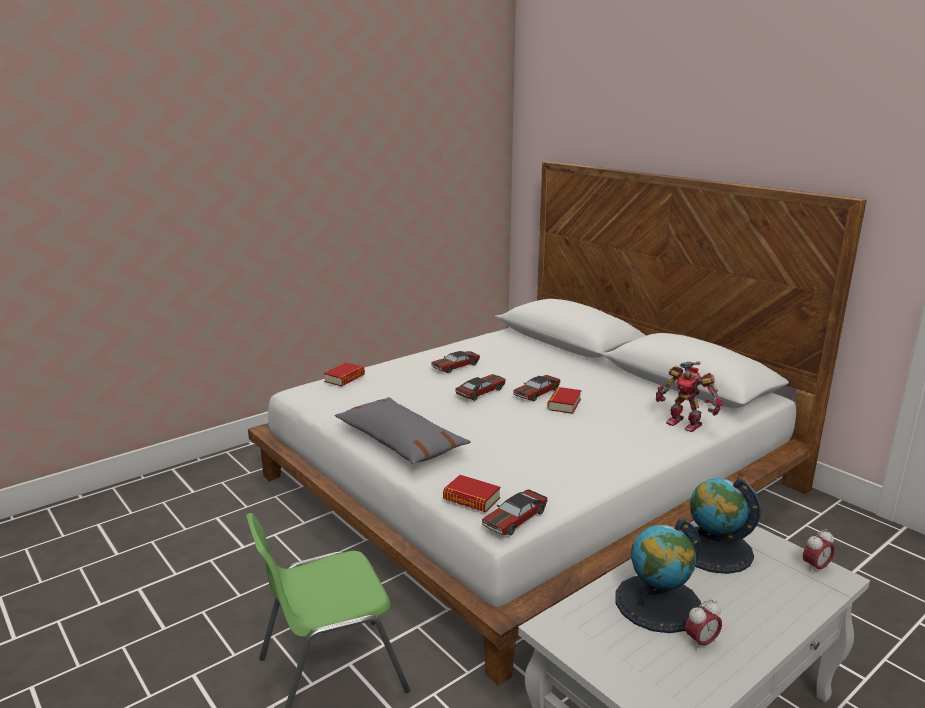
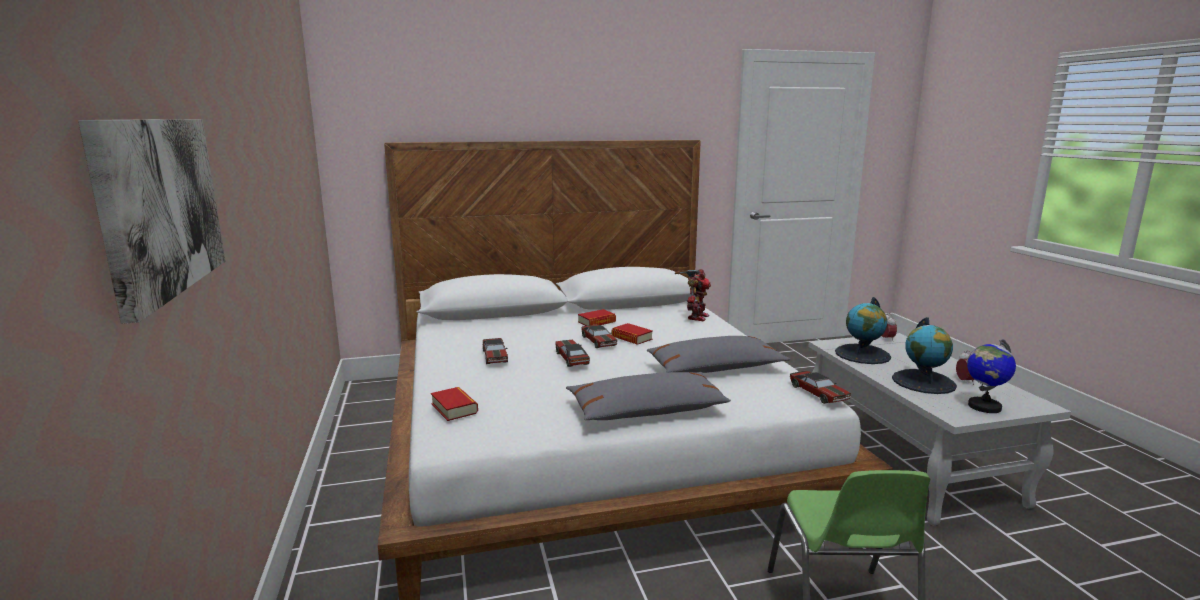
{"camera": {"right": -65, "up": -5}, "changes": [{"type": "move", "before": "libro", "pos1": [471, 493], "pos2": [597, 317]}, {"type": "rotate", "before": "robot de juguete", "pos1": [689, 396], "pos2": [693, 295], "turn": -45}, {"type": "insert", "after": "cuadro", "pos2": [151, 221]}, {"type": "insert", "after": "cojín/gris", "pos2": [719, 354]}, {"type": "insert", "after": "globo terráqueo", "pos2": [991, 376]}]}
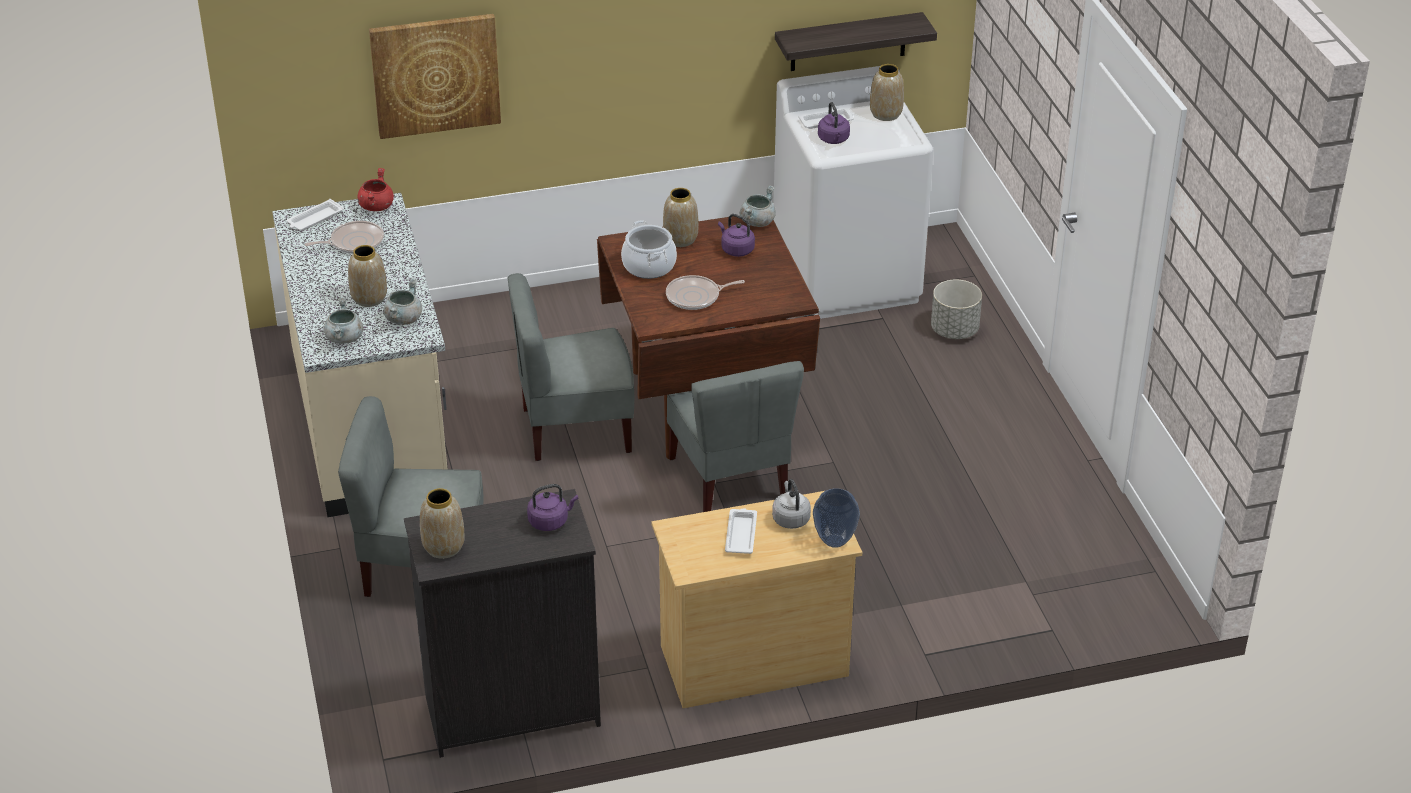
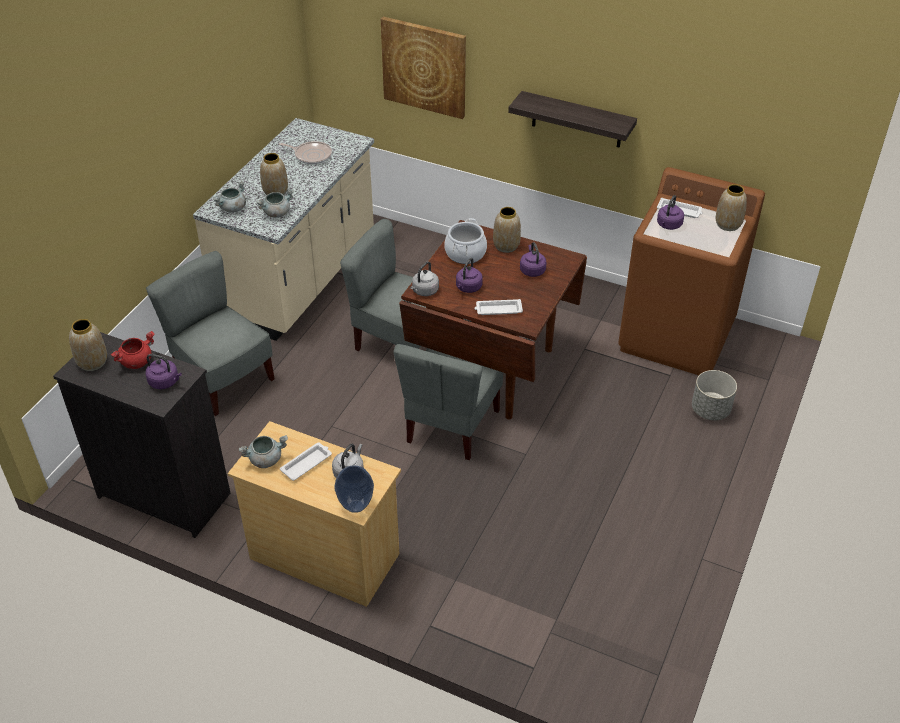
{"camera": {"right": 40, "up": 5}, "changes": [{"type": "move", "before": "bandeja/blanco", "pos1": [315, 215], "pos2": [498, 307]}, {"type": "move", "before": "olla/rojo", "pos1": [375, 189], "pos2": [132, 350]}, {"type": "replace", "before": "sartén", "after": "hervidor/morado", "pos1": [705, 292], "pos2": [469, 275]}, {"type": "move", "before": "olla/gris", "pos1": [758, 206], "pos2": [263, 451]}, {"type": "recolor", "before": "lavadora/blanco", "after": "lavadora/marrón", "pos1": [853, 192], "pos2": [691, 271]}, {"type": "move", "before": "estante", "pos1": [856, 41], "pos2": [572, 119]}, {"type": "insert", "after": "hervidor/gris", "pos2": [424, 278]}]}
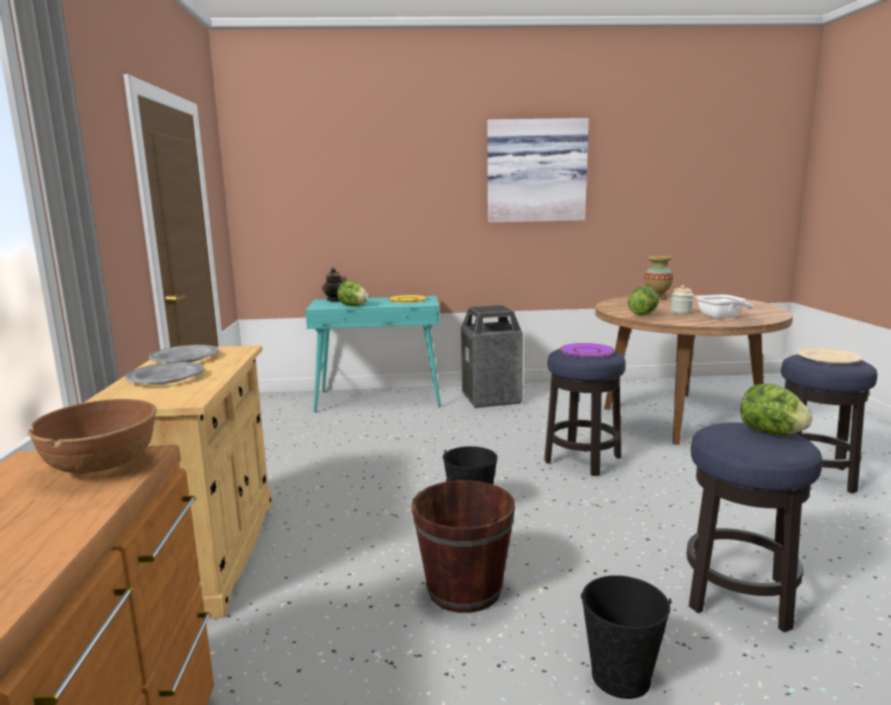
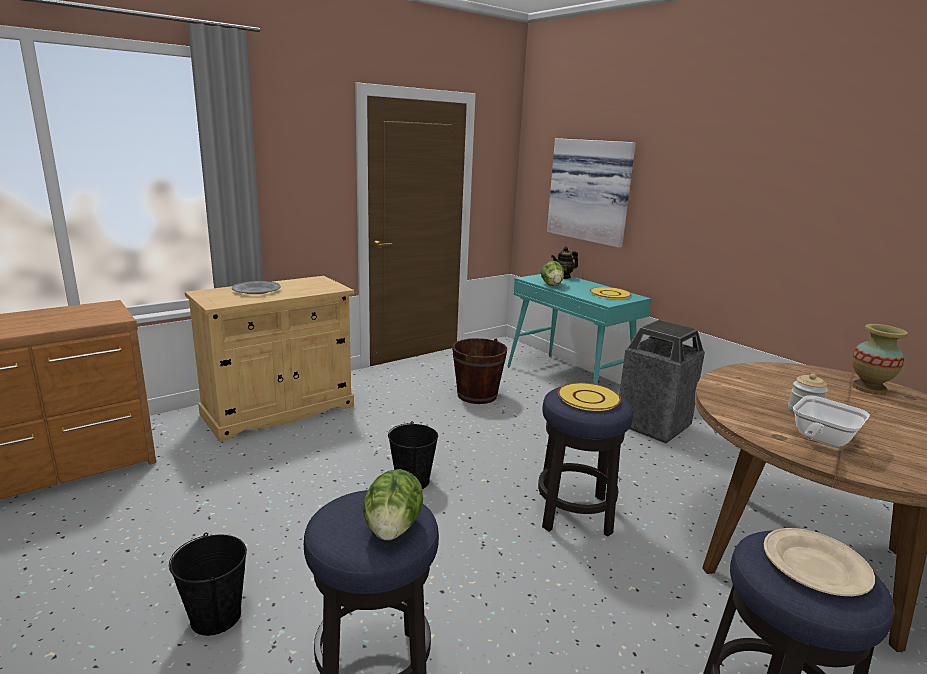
{"camera": {"right": 55, "up": 5}, "changes": [{"type": "delete", "before": "cuenco/marrón", "pos1": [92, 437]}, {"type": "delete", "before": "plato/gris", "pos1": [184, 354]}, {"type": "move", "before": "cubo/marrón", "pos1": [463, 545], "pos2": [479, 371]}, {"type": "move", "before": "cuadro", "pos1": [538, 170], "pos2": [591, 193]}, {"type": "recolor", "before": "plato/morado", "after": "plato/amarillo", "pos1": [587, 350], "pos2": [589, 397]}, {"type": "delete", "before": "lechuga", "pos1": [643, 301]}]}
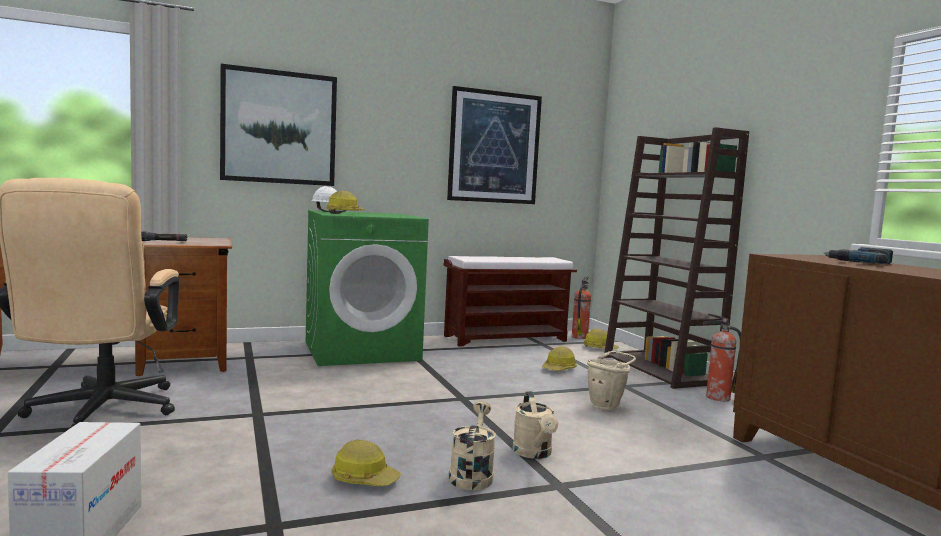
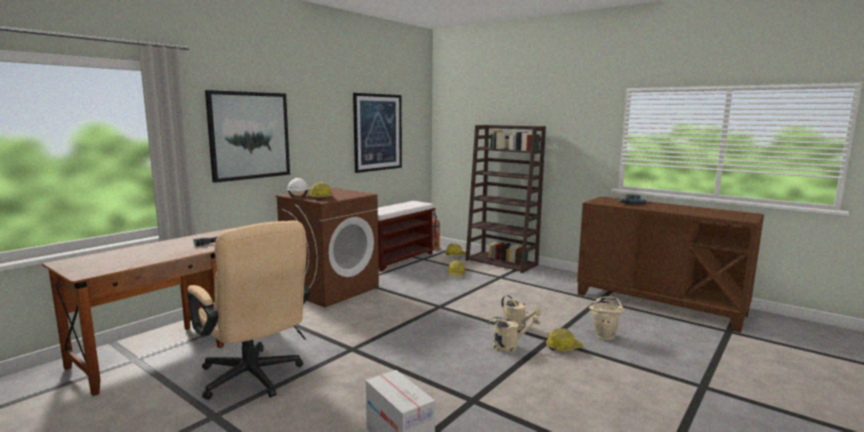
{"camera": {"right": -30, "up": 5}, "changes": [{"type": "recolor", "before": "lavadora/verde", "after": "lavadora/marrón", "pos1": [367, 288], "pos2": [327, 247]}, {"type": "move", "before": "casco", "pos1": [366, 462], "pos2": [564, 339]}, {"type": "rotate", "before": "regadera/beis", "pos1": [472, 445], "pos2": [514, 334], "turn": 105}, {"type": "move", "before": "cubo/beis", "pos1": [611, 380], "pos2": [607, 318]}, {"type": "delete", "before": "extintor", "pos1": [722, 357]}]}
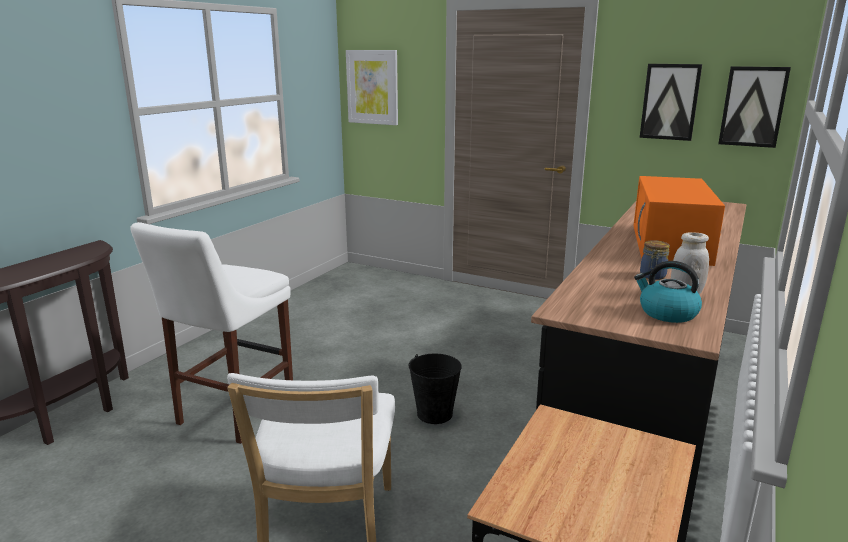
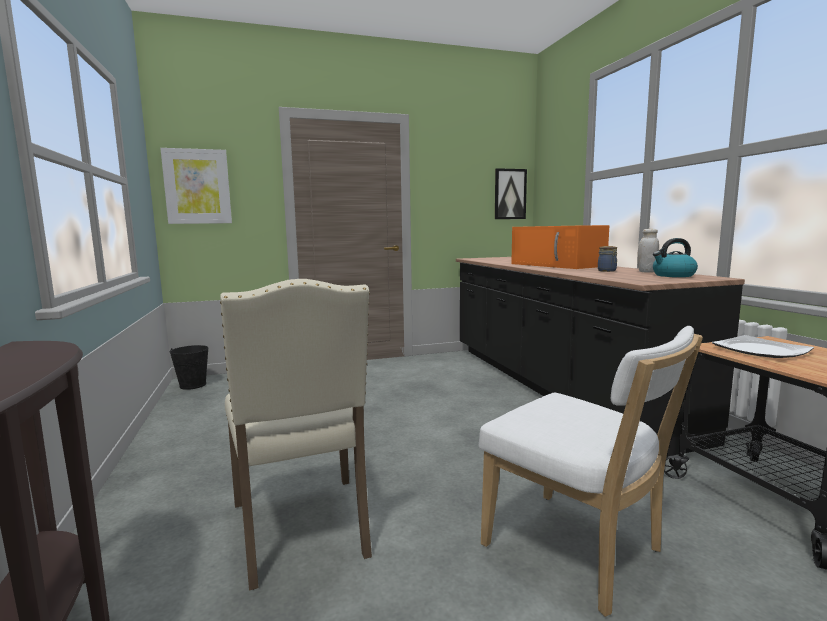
{"camera": {"right": -45, "up": -10}, "changes": [{"type": "replace", "before": "taburete/blanco", "after": "silla/beis", "pos1": [211, 333], "pos2": [296, 435]}, {"type": "move", "before": "cubo/negro", "pos1": [435, 389], "pos2": [189, 367]}, {"type": "delete", "before": "cuadro", "pos1": [671, 102]}, {"type": "insert", "after": "plato", "pos2": [763, 346]}]}
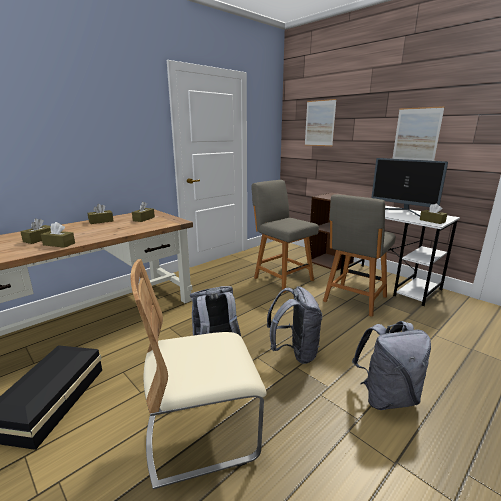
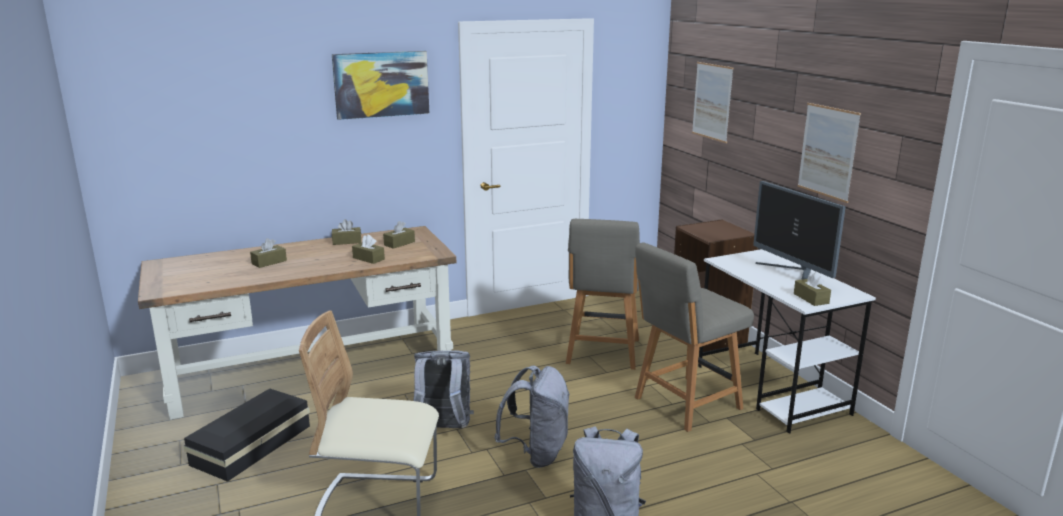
{"camera": {"right": 20, "up": 0}, "changes": [{"type": "move", "before": "caja de pañuelos/marrón", "pos1": [58, 235], "pos2": [368, 249]}, {"type": "rotate", "before": "silla/gris", "pos1": [285, 236], "pos2": [603, 294], "turn": -150}, {"type": "insert", "after": "cuadro", "pos2": [380, 85]}]}
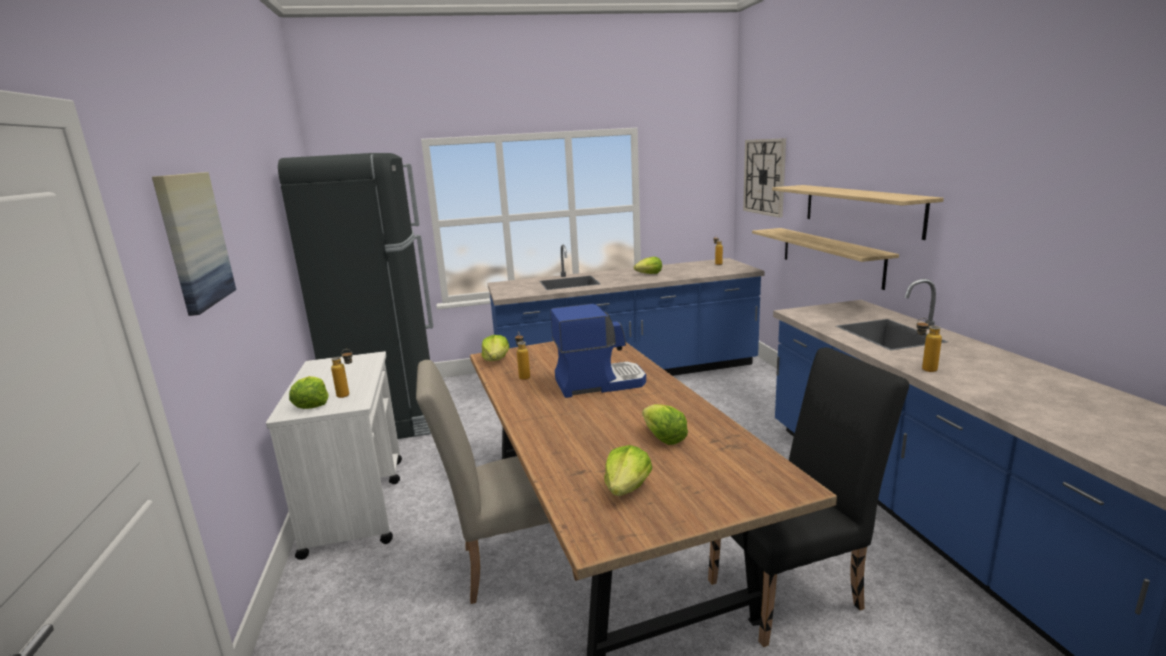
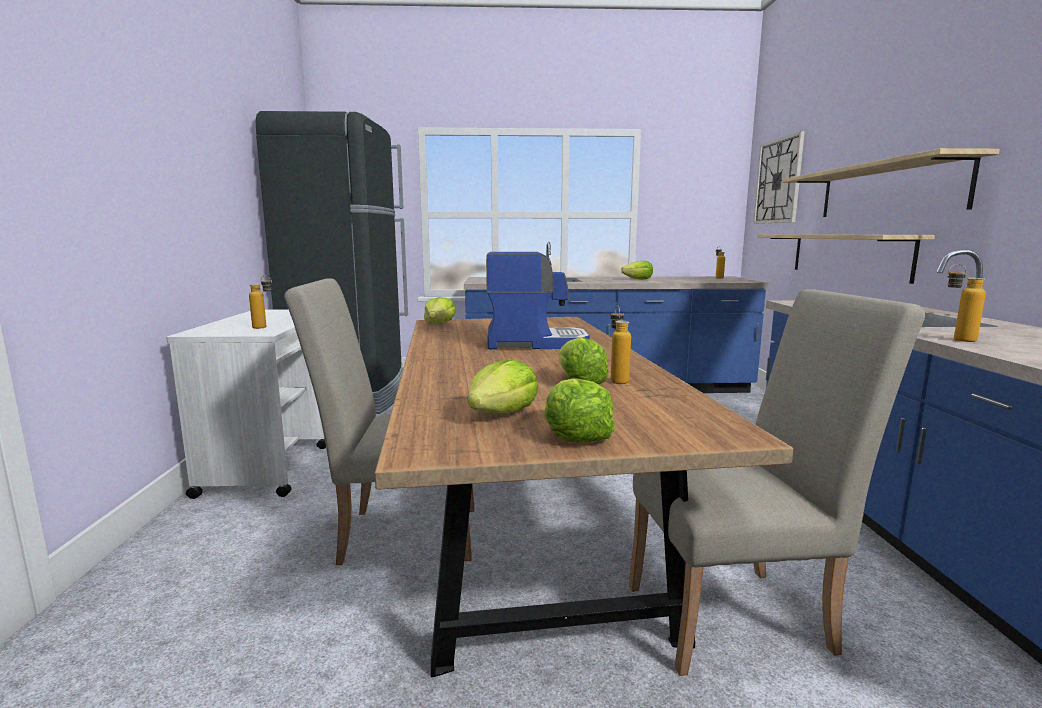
{"camera": {"right": 10, "up": -5}, "changes": [{"type": "delete", "before": "cuadro", "pos1": [194, 244]}, {"type": "move", "before": "lechuga", "pos1": [308, 392], "pos2": [579, 411]}, {"type": "move", "before": "botella", "pos1": [522, 356], "pos2": [620, 344]}, {"type": "recolor", "before": "silla/negro", "after": "silla/beis", "pos1": [808, 497], "pos2": [777, 482]}]}
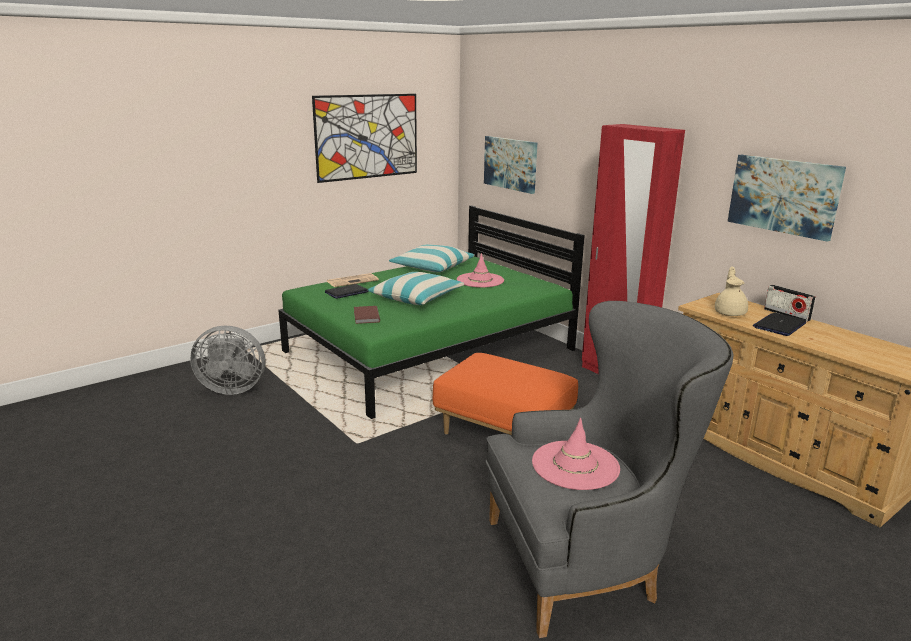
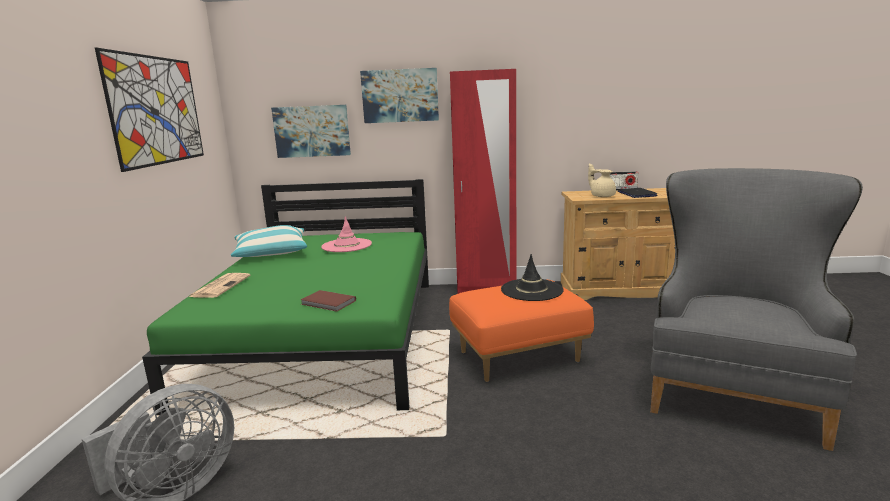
{"camera": {"right": -50, "up": -5}, "changes": [{"type": "delete", "before": "portátil", "pos1": [347, 291]}, {"type": "delete", "before": "cojín", "pos1": [416, 288]}, {"type": "delete", "before": "sombrero/rosa", "pos1": [576, 454]}, {"type": "move", "before": "cuadro", "pos1": [787, 198], "pos2": [399, 95]}, {"type": "insert", "after": "sombrero/negro", "pos2": [532, 277]}]}
